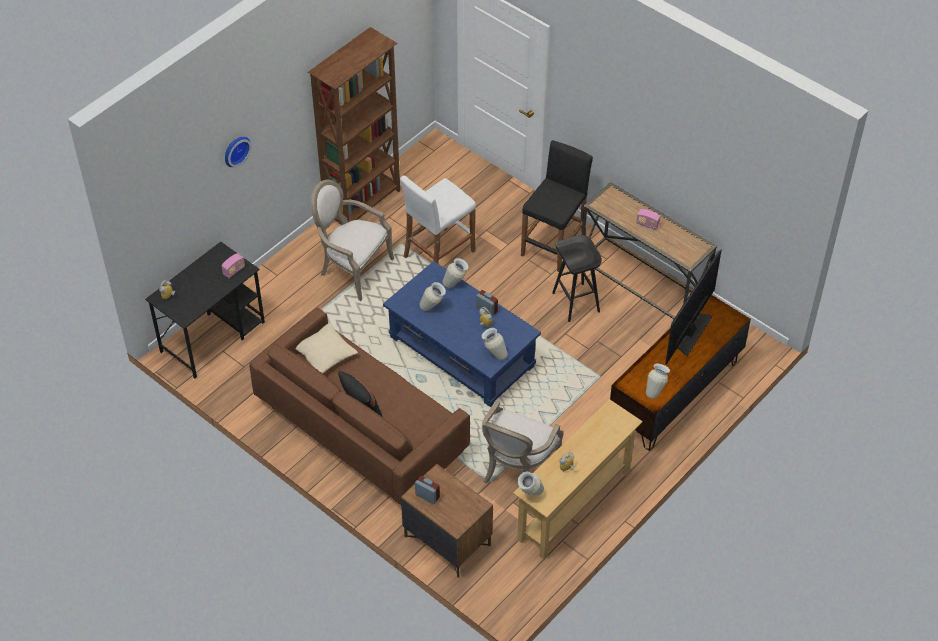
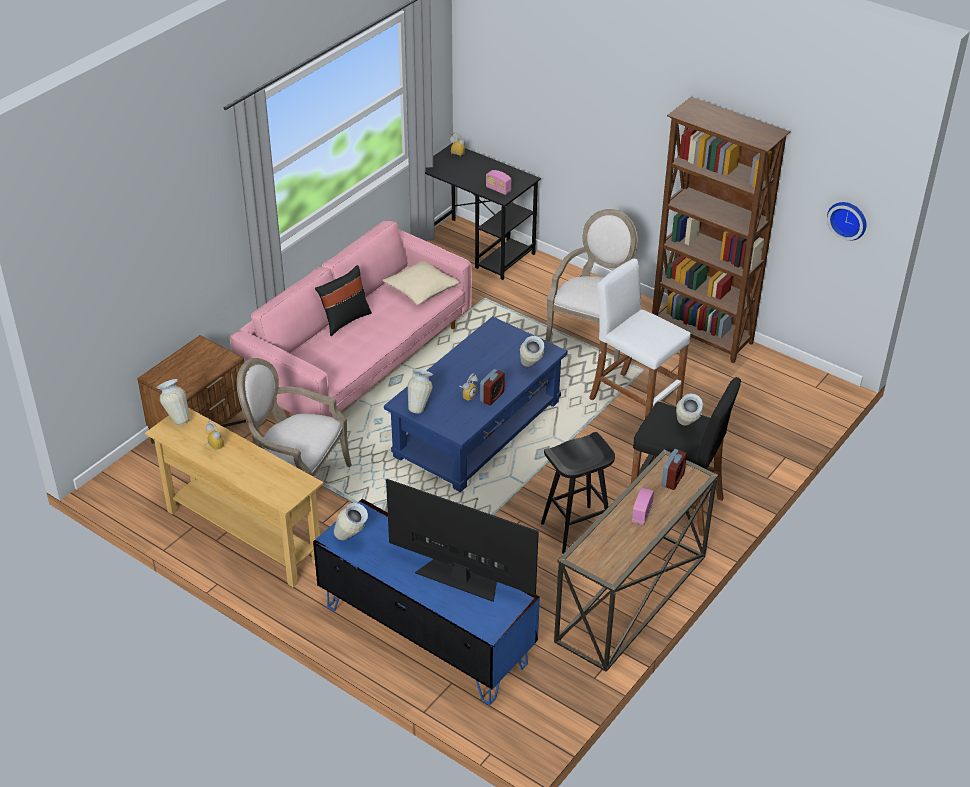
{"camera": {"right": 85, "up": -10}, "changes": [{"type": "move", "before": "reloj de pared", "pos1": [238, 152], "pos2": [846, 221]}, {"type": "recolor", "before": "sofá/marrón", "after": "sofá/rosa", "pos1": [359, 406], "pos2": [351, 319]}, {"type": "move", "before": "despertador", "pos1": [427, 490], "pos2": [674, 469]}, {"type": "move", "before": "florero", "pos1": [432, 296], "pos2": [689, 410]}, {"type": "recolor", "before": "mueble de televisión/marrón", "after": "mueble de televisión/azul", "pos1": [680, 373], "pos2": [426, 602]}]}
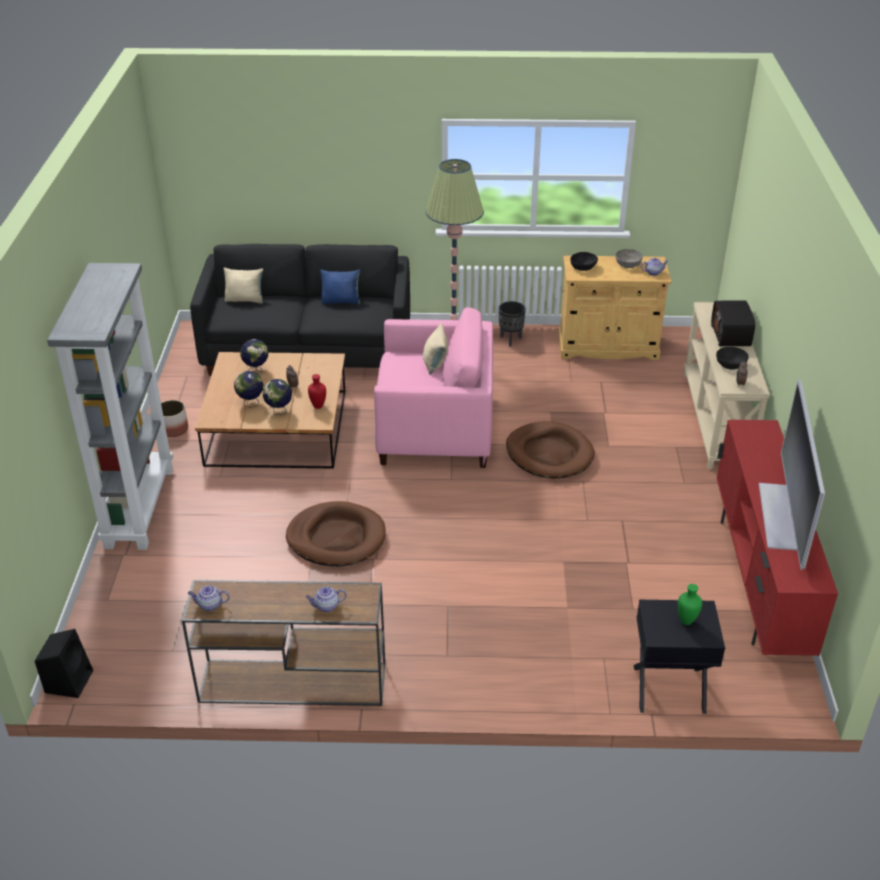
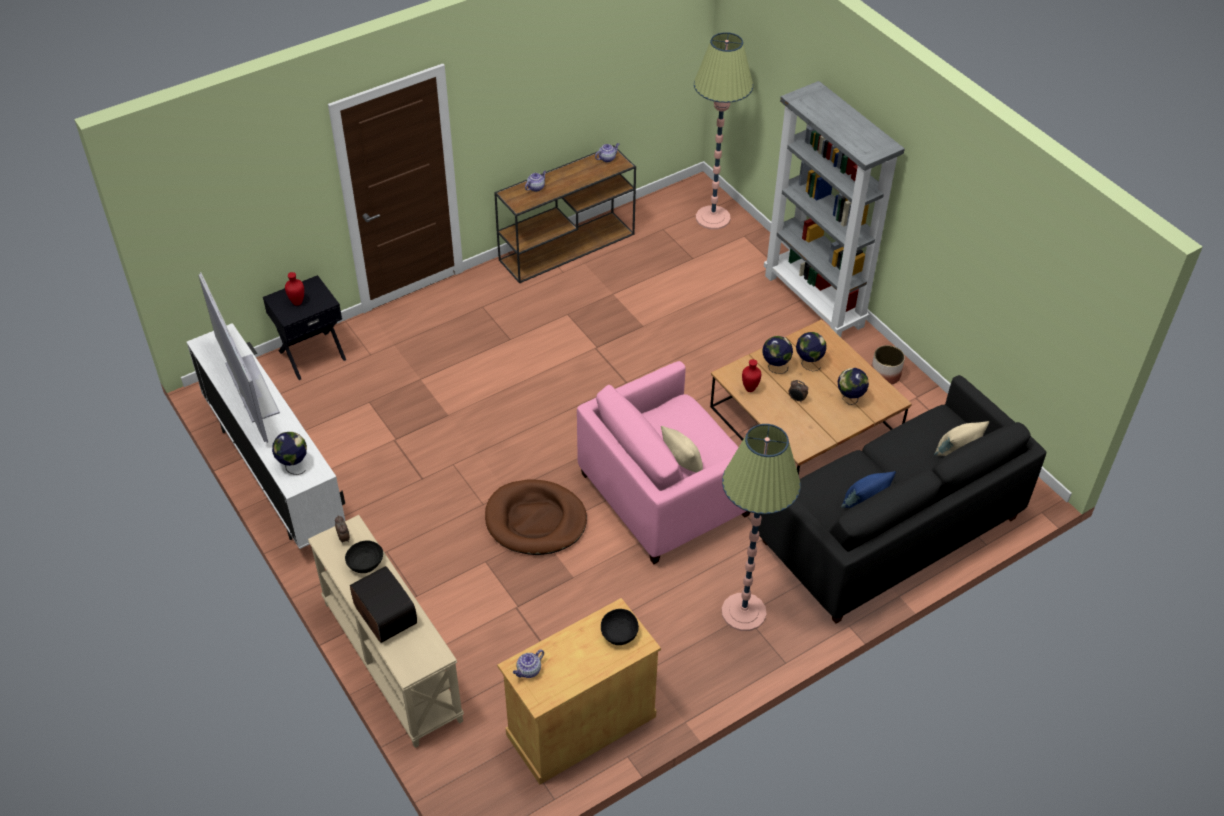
{"camera": {"right": 145, "up": 10}, "changes": [{"type": "delete", "before": "altavoz/negro", "pos1": [64, 663]}, {"type": "delete", "before": "cama para perro/marrón", "pos1": [336, 533]}, {"type": "delete", "before": "maceta/negro", "pos1": [512, 324]}, {"type": "delete", "before": "cuenco/gris", "pos1": [629, 258]}, {"type": "recolor", "before": "florero/verde", "after": "florero/rojo", "pos1": [690, 604], "pos2": [294, 289]}, {"type": "recolor", "before": "mueble de televisión/rojo", "after": "mueble de televisión/blanco", "pos1": [777, 538], "pos2": [266, 436]}, {"type": "insert", "after": "globo terráqueo", "pos2": [289, 453]}, {"type": "insert", "after": "lámpara de pie", "pos2": [723, 130]}]}
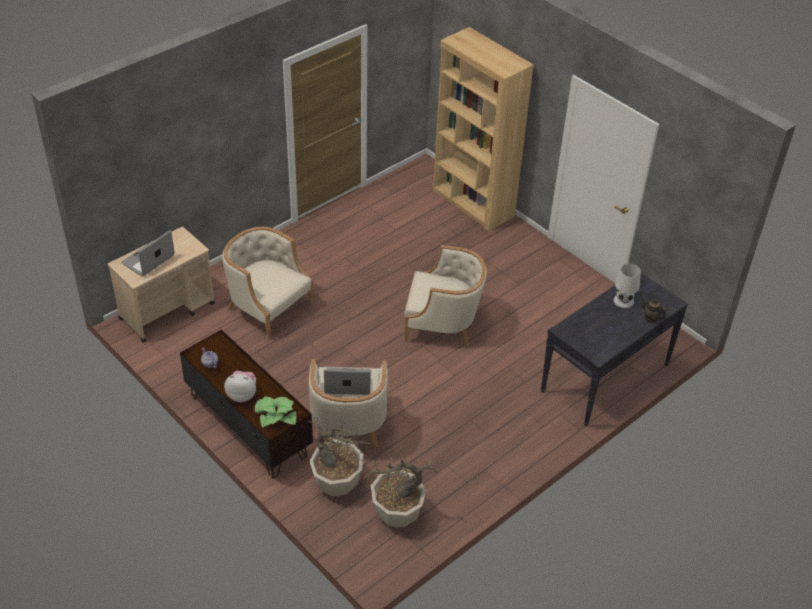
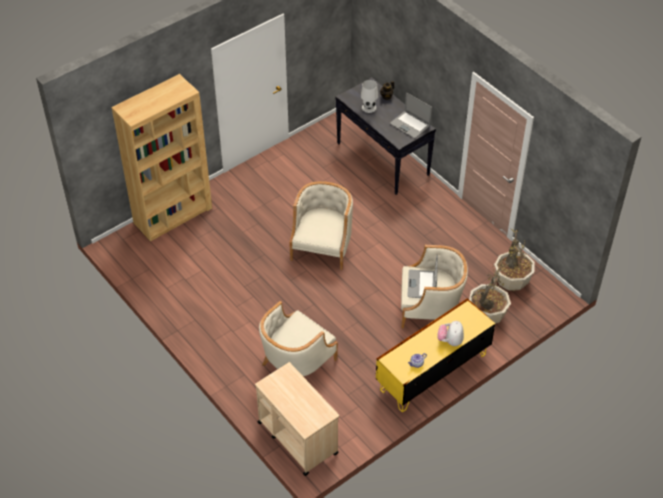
{"camera": {"right": -85, "up": 5}, "changes": [{"type": "move", "before": "portátil", "pos1": [148, 253], "pos2": [411, 115]}, {"type": "recolor", "before": "mueble de televisión/marrón", "after": "mueble de televisión/amarillo", "pos1": [246, 404], "pos2": [435, 355]}, {"type": "delete", "before": "planta en maceta", "pos1": [276, 412]}]}
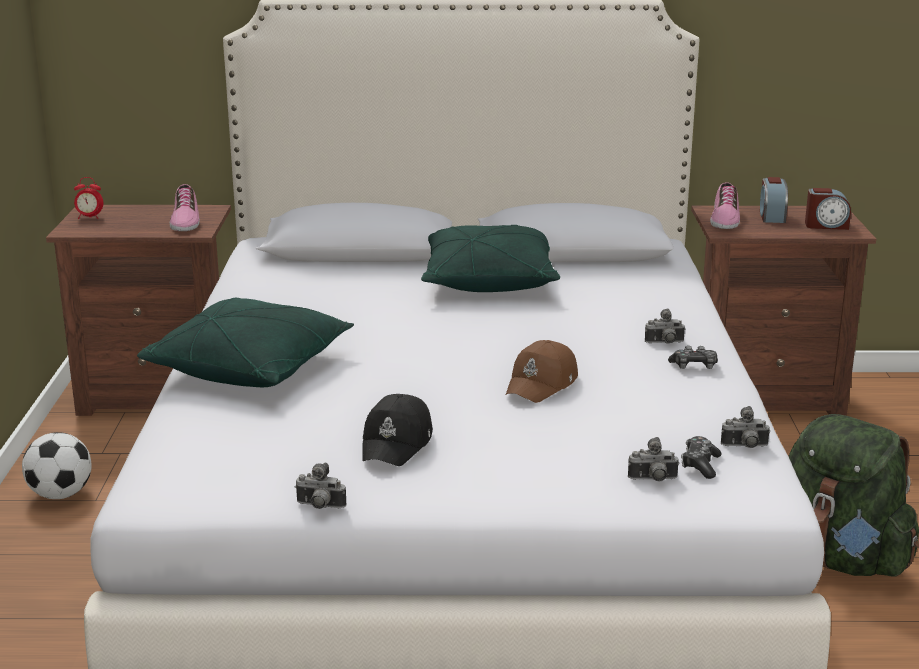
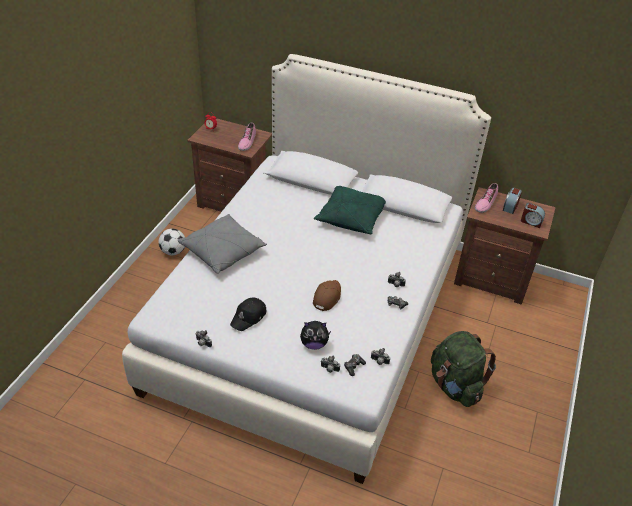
{"camera": {"right": 20, "up": 20}, "changes": [{"type": "recolor", "before": "cojín/verde", "after": "cojín/gris", "pos1": [245, 342], "pos2": [222, 244]}, {"type": "rotate", "before": "gorra/marrón", "pos1": [542, 371], "pos2": [327, 295], "turn": 150}, {"type": "insert", "after": "peluche", "pos2": [315, 335]}]}
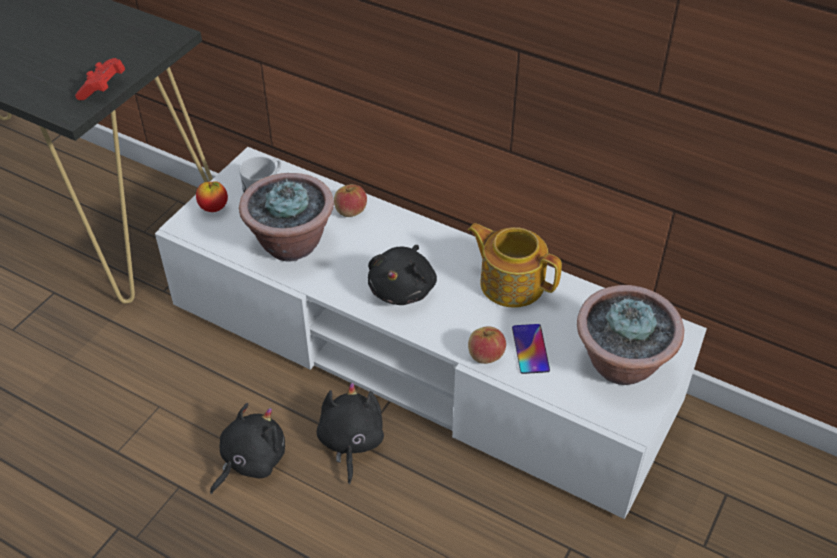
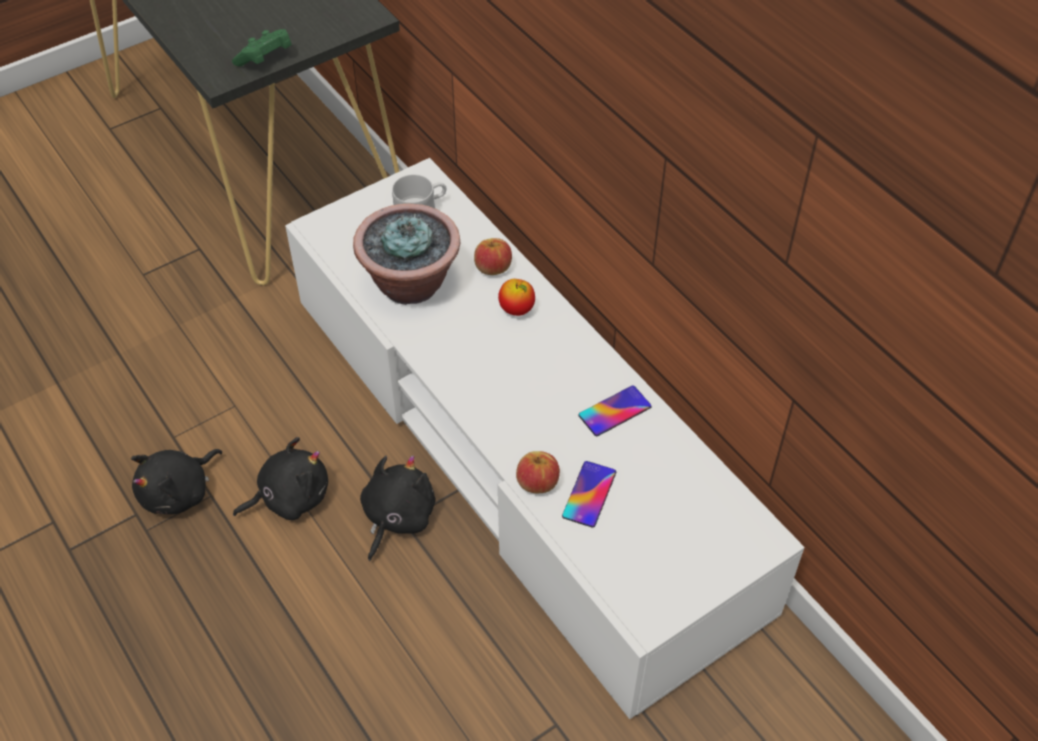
{"camera": {"right": 25, "up": 5}, "changes": [{"type": "recolor", "before": "mando de consola/rojo", "after": "mando de consola/verde", "pos1": [100, 79], "pos2": [262, 47]}, {"type": "move", "before": "manzana", "pos1": [212, 196], "pos2": [516, 297]}, {"type": "move", "before": "peluche/negro", "pos1": [402, 275], "pos2": [176, 481]}, {"type": "replace", "before": "tetera", "after": "móvil", "pos1": [515, 265], "pos2": [615, 410]}, {"type": "delete", "before": "planta en maceta", "pos1": [630, 335]}]}
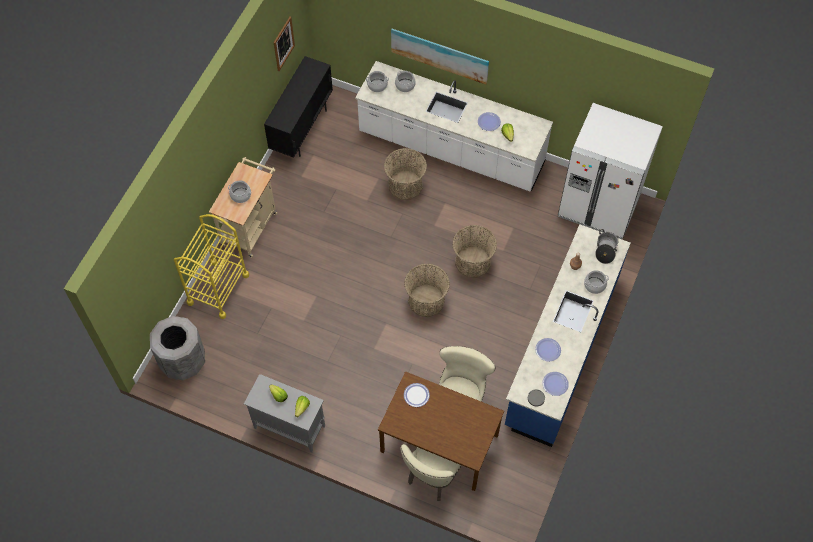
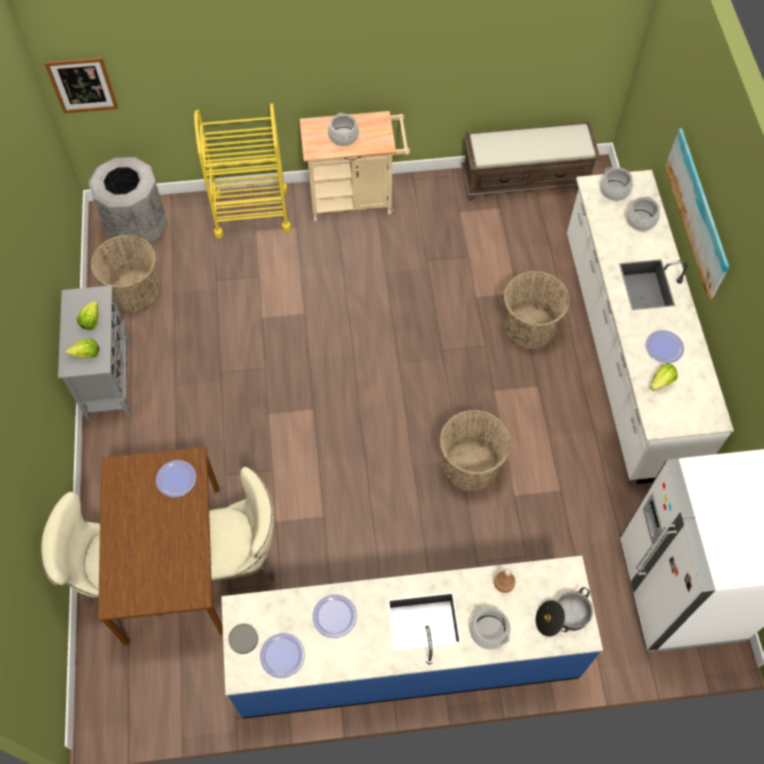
{"camera": {"right": 60, "up": 0}, "changes": [{"type": "replace", "before": "armario/negro", "after": "banco/marrón", "pos1": [298, 107], "pos2": [531, 161]}, {"type": "move", "before": "cuadro", "pos1": [284, 44], "pos2": [81, 85]}, {"type": "move", "before": "cesta", "pos1": [427, 290], "pos2": [126, 274]}]}
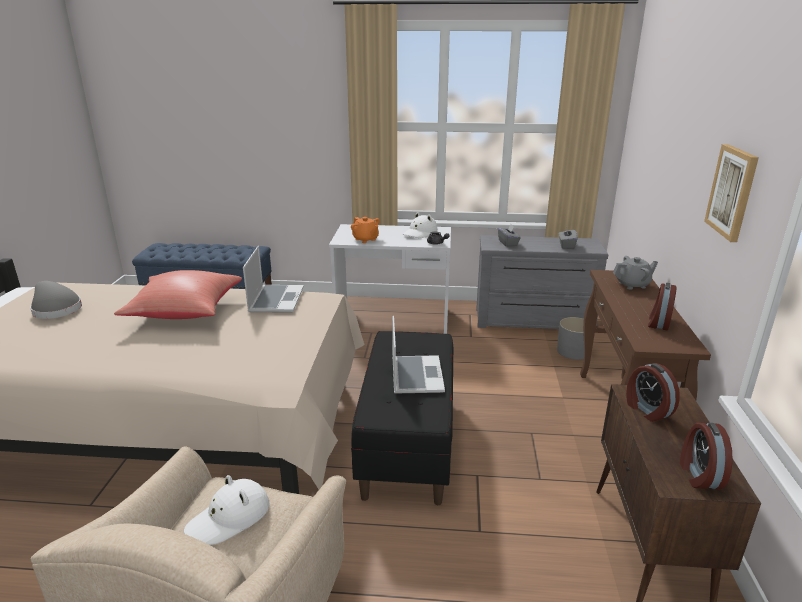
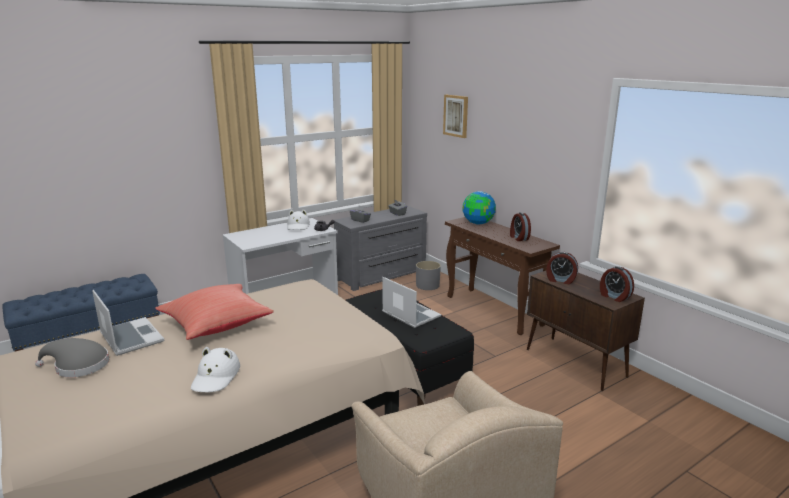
{"camera": {"right": -40, "up": -5}, "changes": [{"type": "move", "before": "sombrero/blanco", "pos1": [226, 510], "pos2": [215, 369]}, {"type": "move", "before": "portátil", "pos1": [273, 279], "pos2": [128, 323]}, {"type": "delete", "before": "tetera/naranja", "pos1": [365, 230]}, {"type": "replace", "before": "tetera/gris", "after": "globo terráqueo", "pos1": [635, 273], "pos2": [479, 208]}, {"type": "move", "before": "cuadro", "pos1": [731, 193], "pos2": [455, 116]}]}
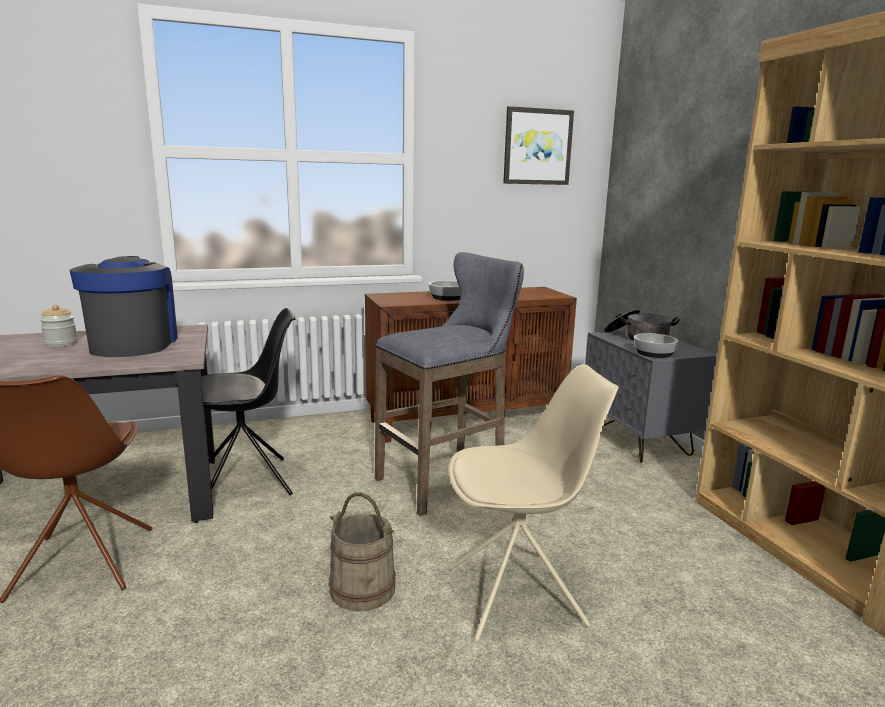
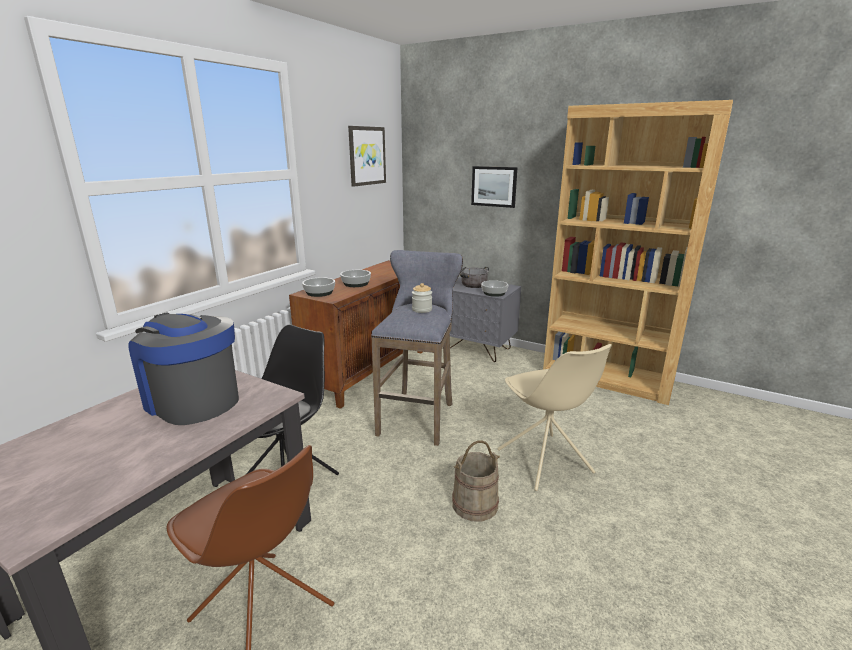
{"camera": {"right": -40, "up": 5}, "changes": [{"type": "move", "before": "tarro", "pos1": [59, 326], "pos2": [422, 298]}, {"type": "rotate", "before": "silla/beis", "pos1": [533, 503], "pos2": [555, 417], "turn": 120}, {"type": "insert", "after": "cuenco", "pos2": [318, 287]}, {"type": "insert", "after": "cuadro", "pos2": [494, 187]}]}
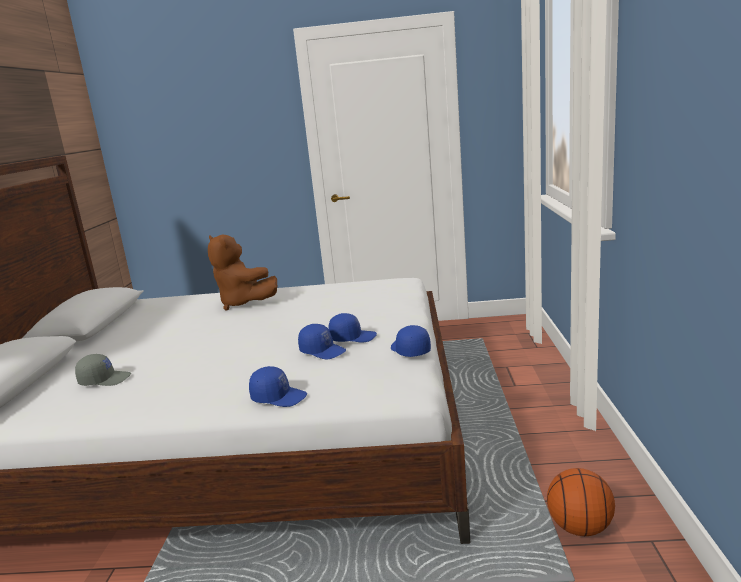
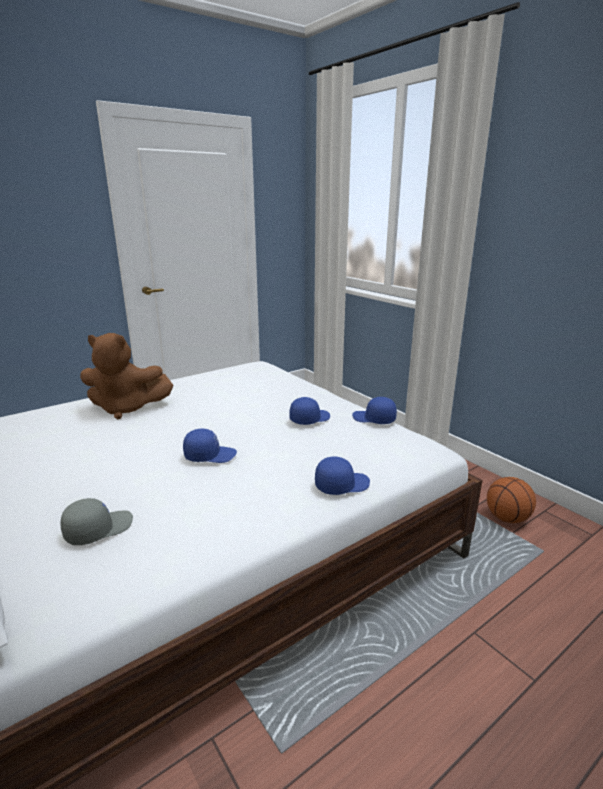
{"camera": {"right": -40, "up": 5}, "changes": [{"type": "move", "before": "gorra/azul", "pos1": [322, 341], "pos2": [210, 446]}]}
